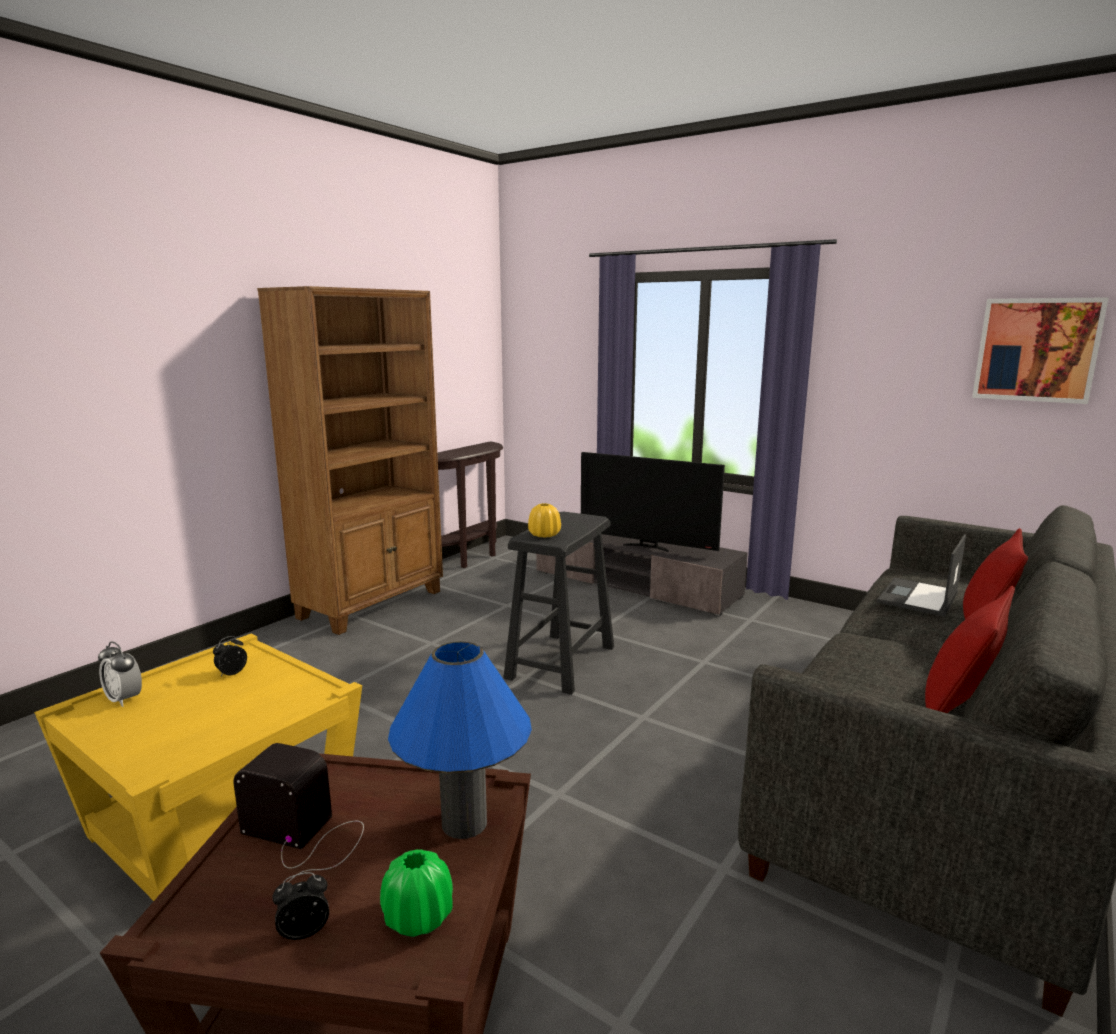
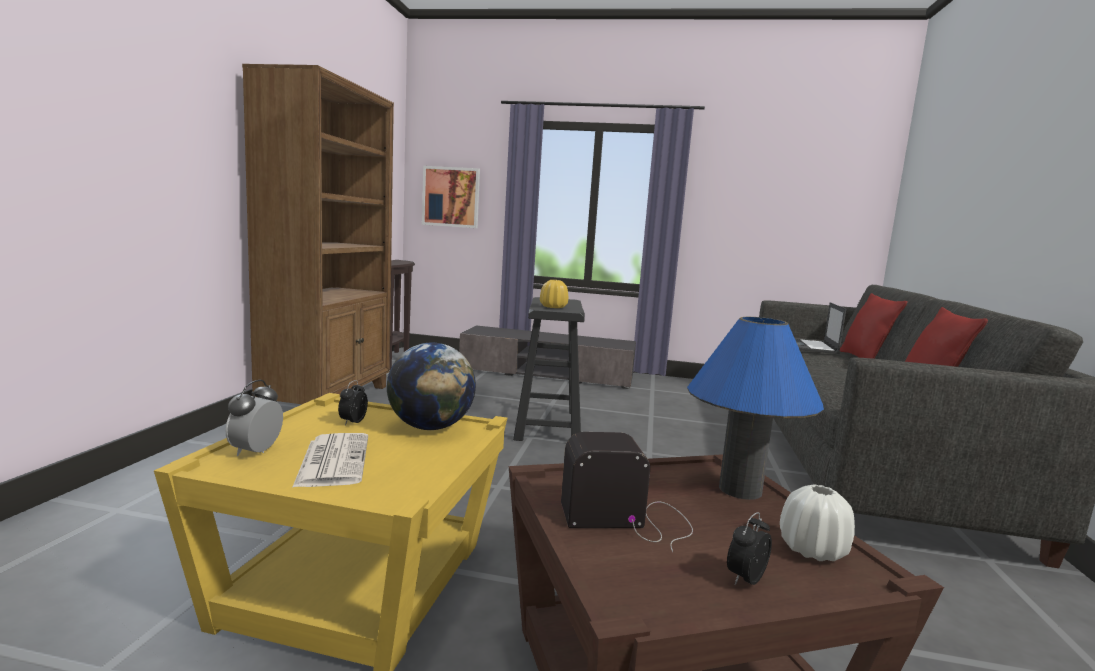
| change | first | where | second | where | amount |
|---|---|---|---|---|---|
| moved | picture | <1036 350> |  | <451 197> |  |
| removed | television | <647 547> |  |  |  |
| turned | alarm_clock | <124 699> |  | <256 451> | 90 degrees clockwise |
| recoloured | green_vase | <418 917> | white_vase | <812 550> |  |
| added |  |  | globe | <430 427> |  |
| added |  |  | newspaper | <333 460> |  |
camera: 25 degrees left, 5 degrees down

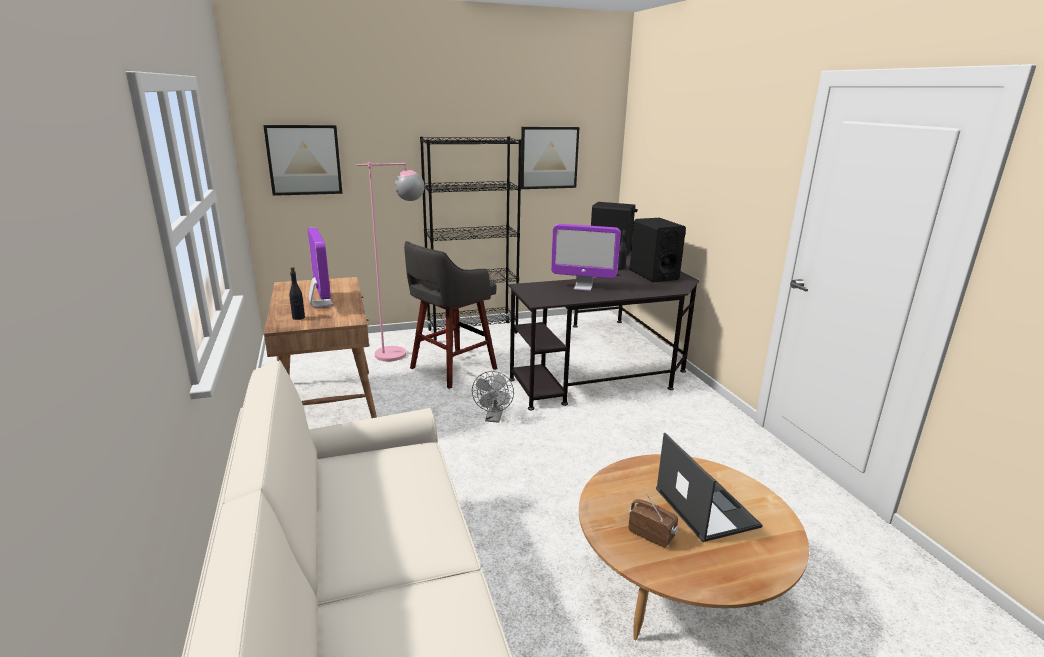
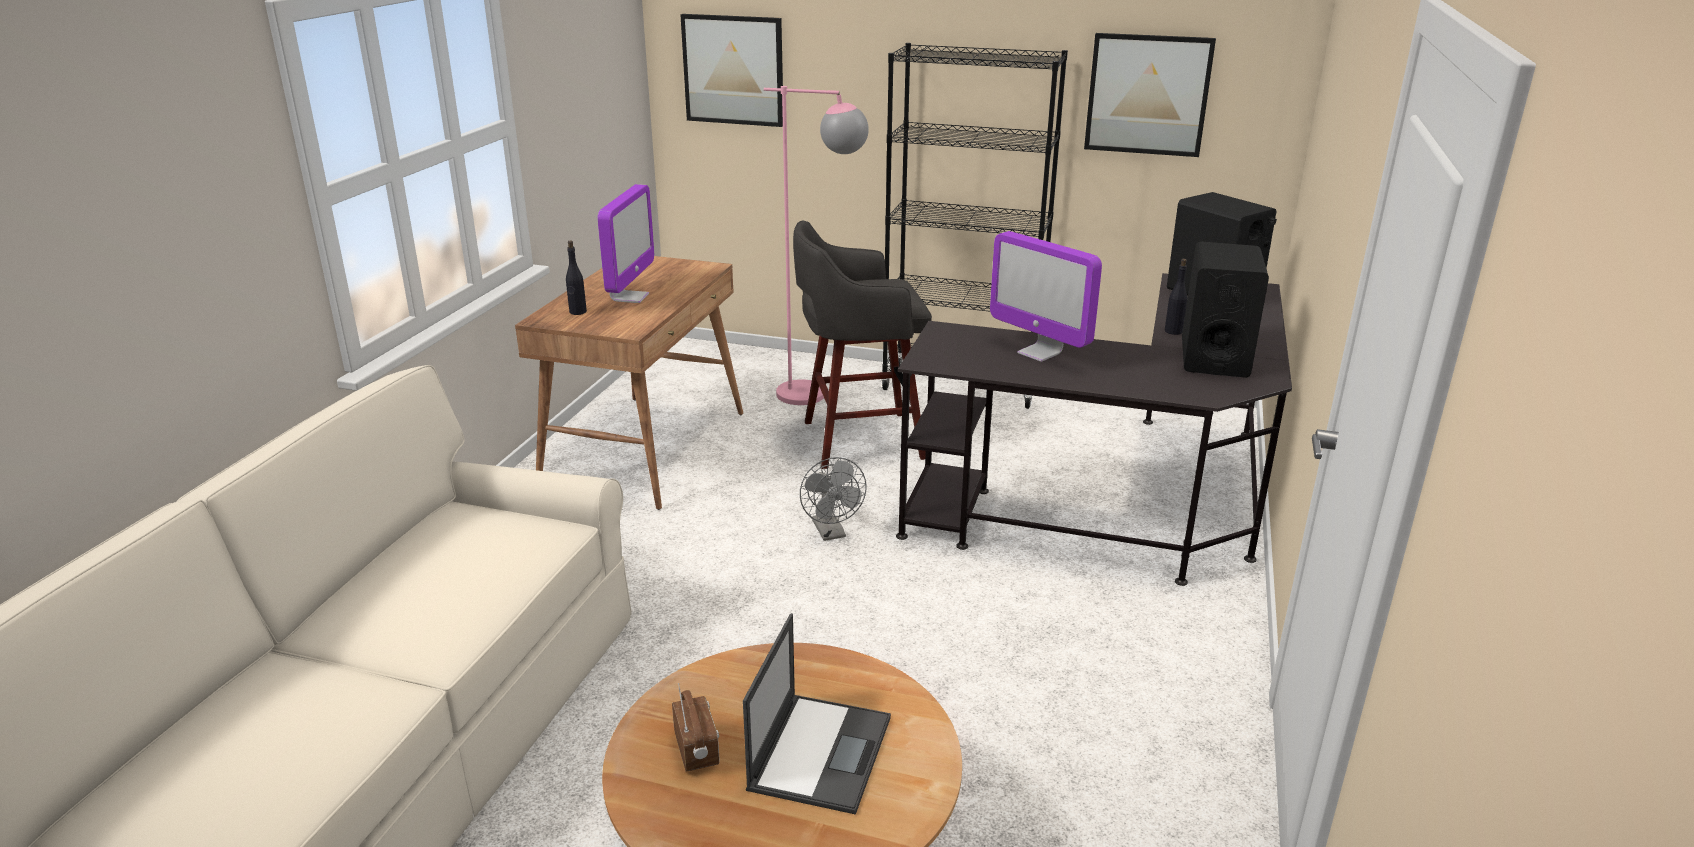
| change | first | where | second | where | amount |
|---|---|---|---|---|---|
| turned | grey_fan | <494 418> |  | <831 533> | 60 degrees counterclockwise |
camera: 35 degrees right, 5 degrees up

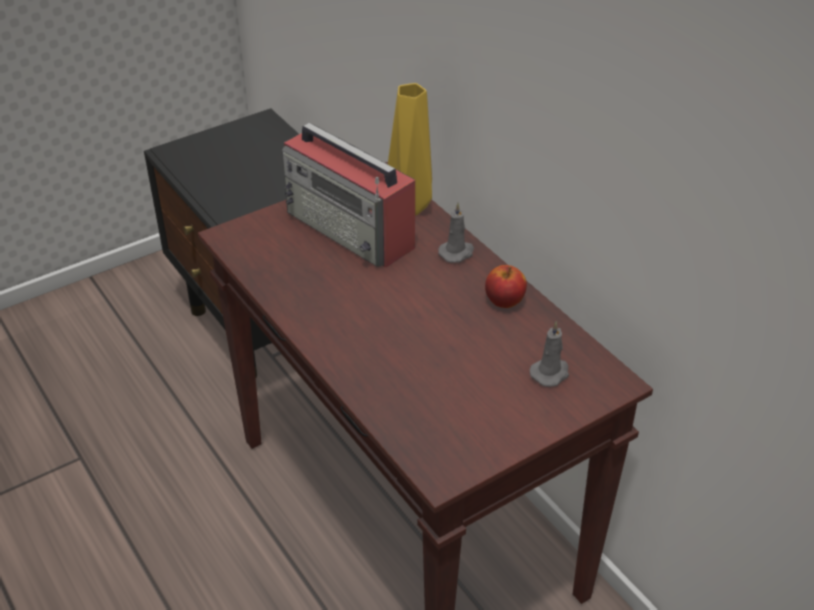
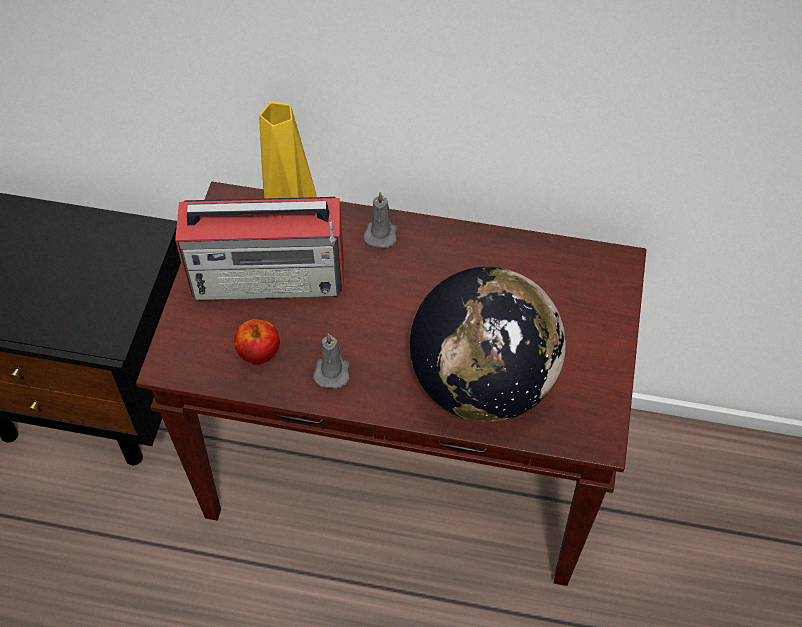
| change | first | where | second | where | amount |
|---|---|---|---|---|---|
| moved | apple | <504 301> |  | <259 353> |  |
| moved | grey_candle | <550 373> |  | <332 370> |  |
| added |  |  | globe | <483 383> |  |
camera: 45 degrees left, 15 degrees up

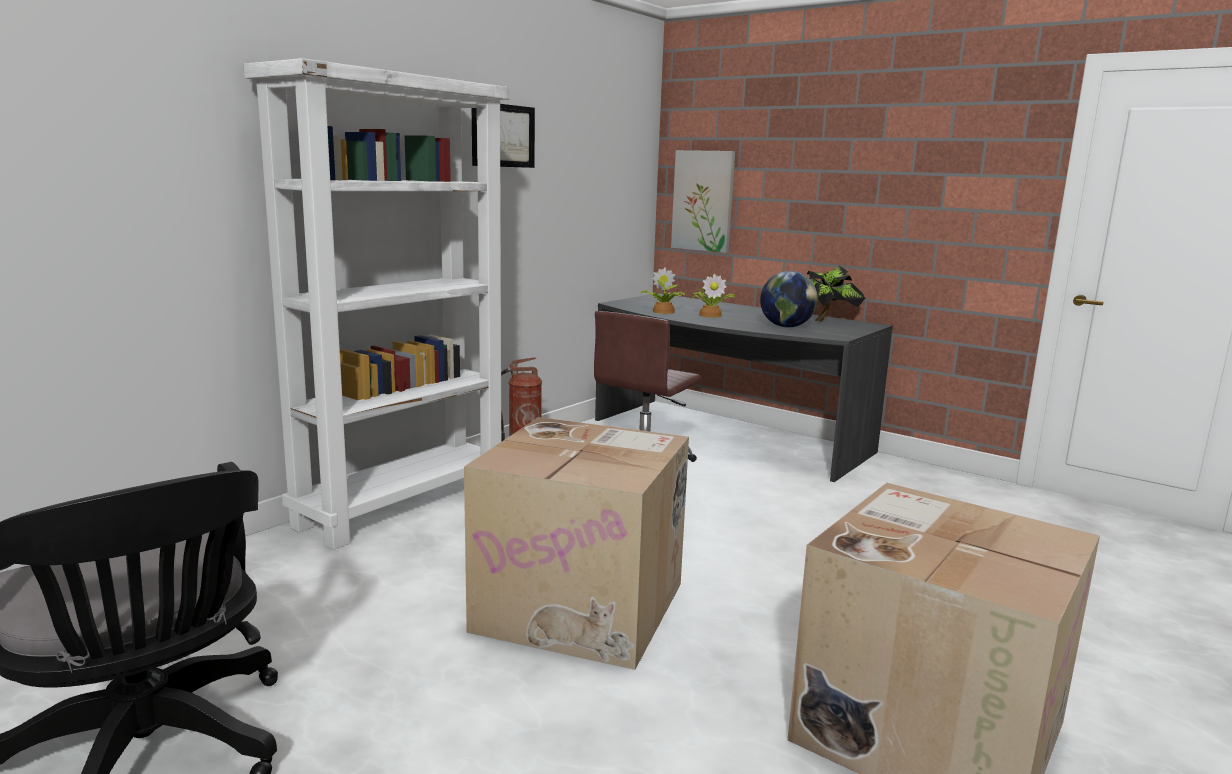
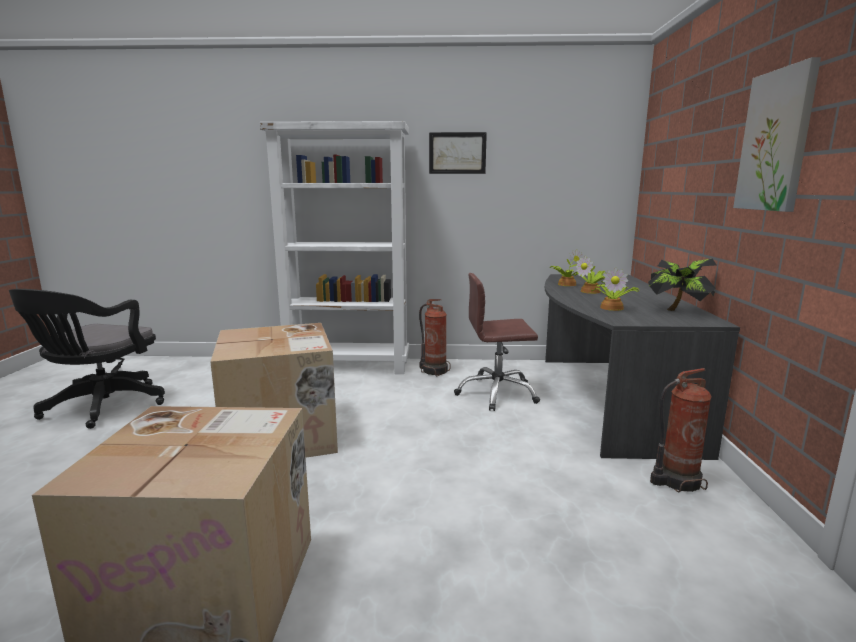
| change | first | where | second | where | amount |
|---|---|---|---|---|---|
| moved | picture | <703 201> |  | <776 141> |  |
| replaced | globe | <786 326> | potted_plant | <612 307> |  |
| added |  |  | fire_extinguisher | <676 481> |  |
camera: 55 degrees right, 0 degrees up

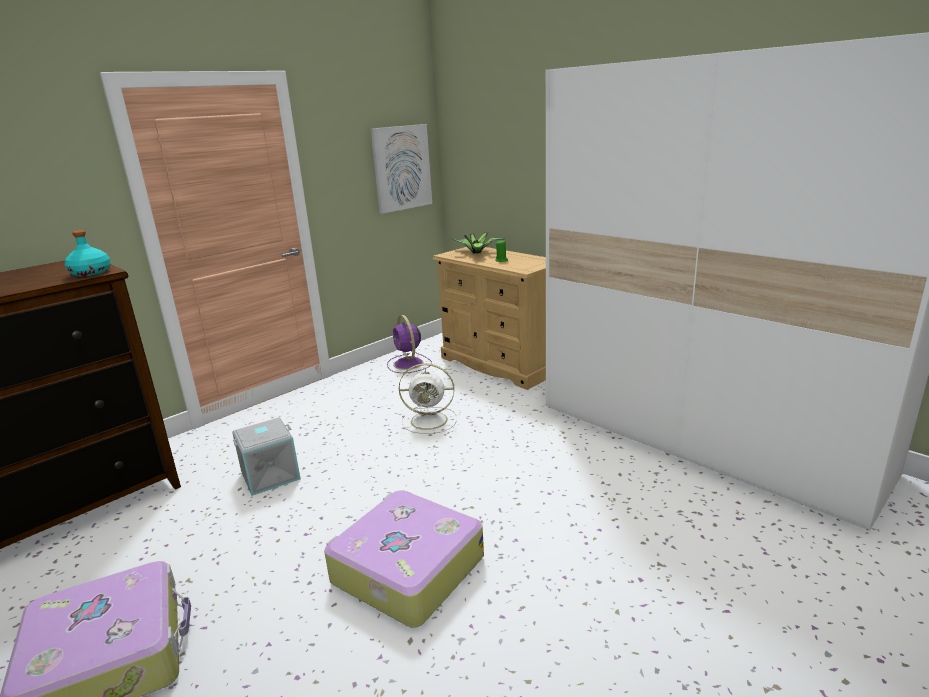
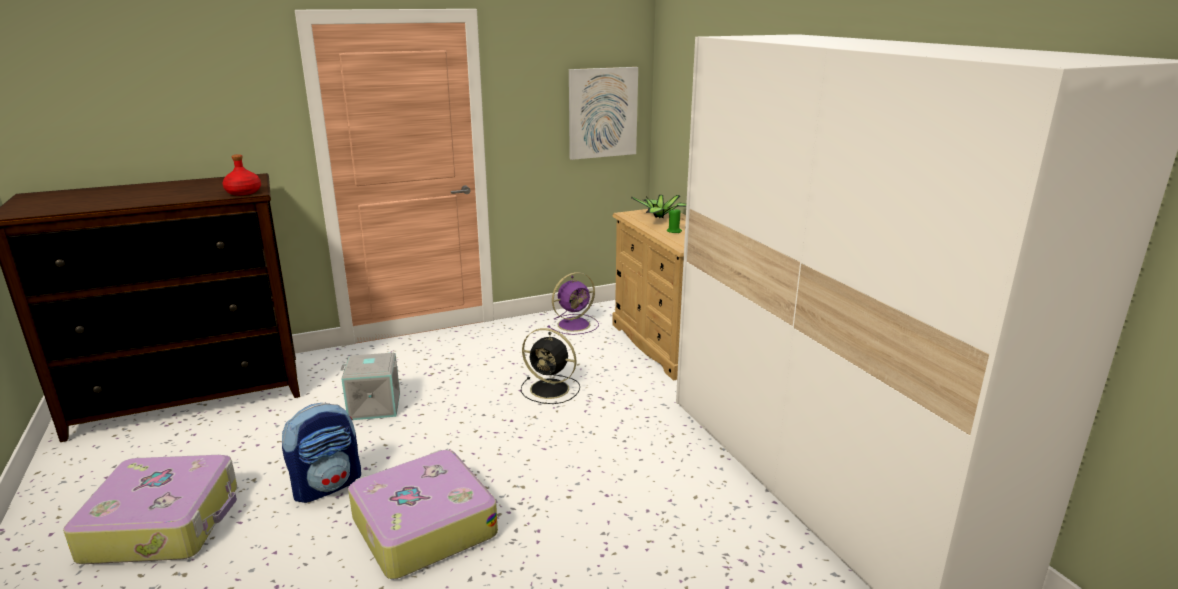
| change | first | where | second | where | amount |
|---|---|---|---|---|---|
| recoloured | turquoise_bottle | <91 273> | red_bottle | <243 192> |  |
| turned | purple_fan | <409 364> |  | <575 324> | 120 degrees counterclockwise |
| recoloured | white_fan | <431 420> | black_fan | <551 389> |  |
| added |  |  | backpack | <327 485> |  |
camera: 20 degrees right, 0 degrees up

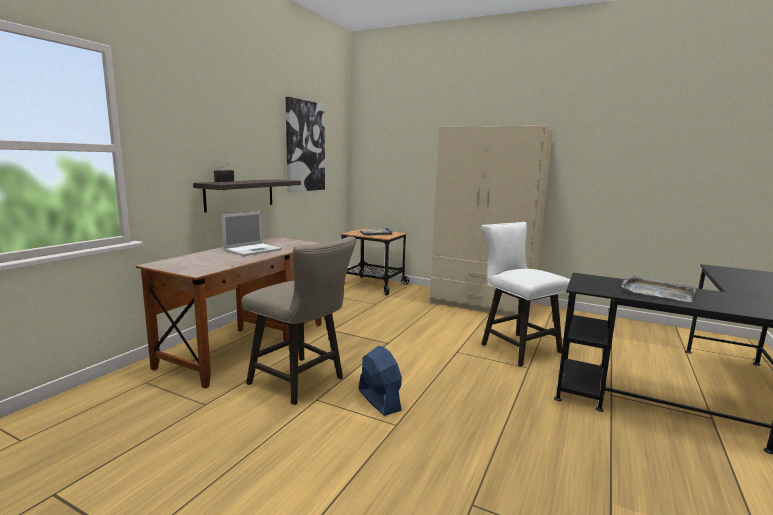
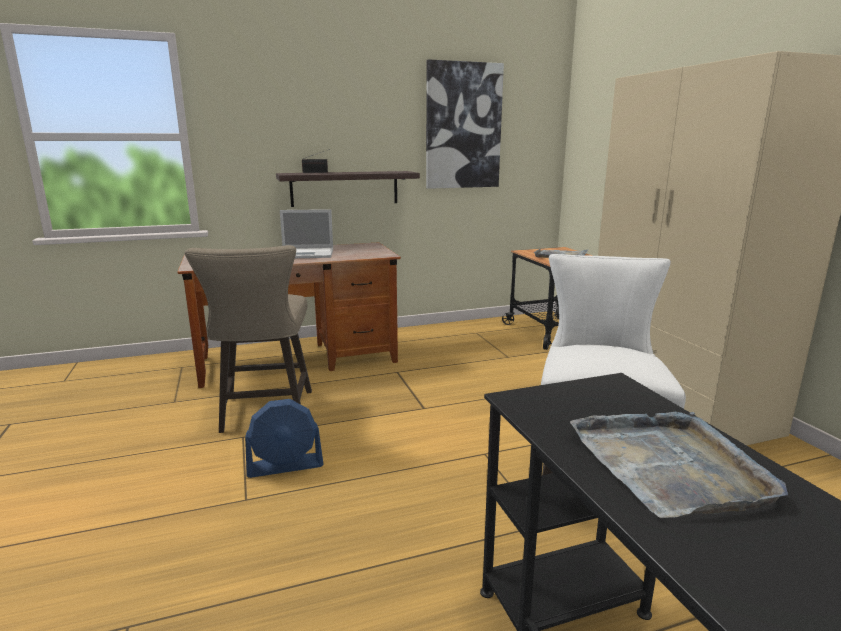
| change | first | where | second | where | amount |
|---|---|---|---|---|---|
| turned | blue_fan | <379 400> |  | <285 465> | 60 degrees clockwise |
camera: 45 degrees right, 5 degrees up

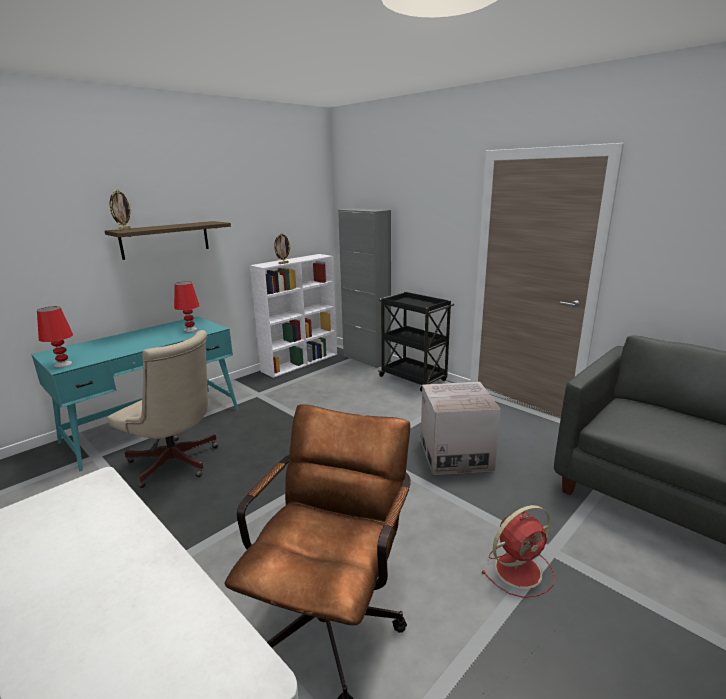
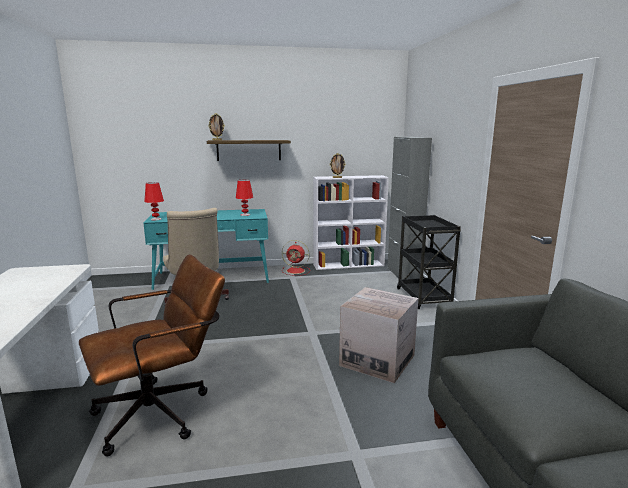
| change | first | where | second | where | amount |
|---|---|---|---|---|---|
| moved | red_fan | <519 569> |  | <296 271> |  |
camera: 35 degrees right, 5 degrees down

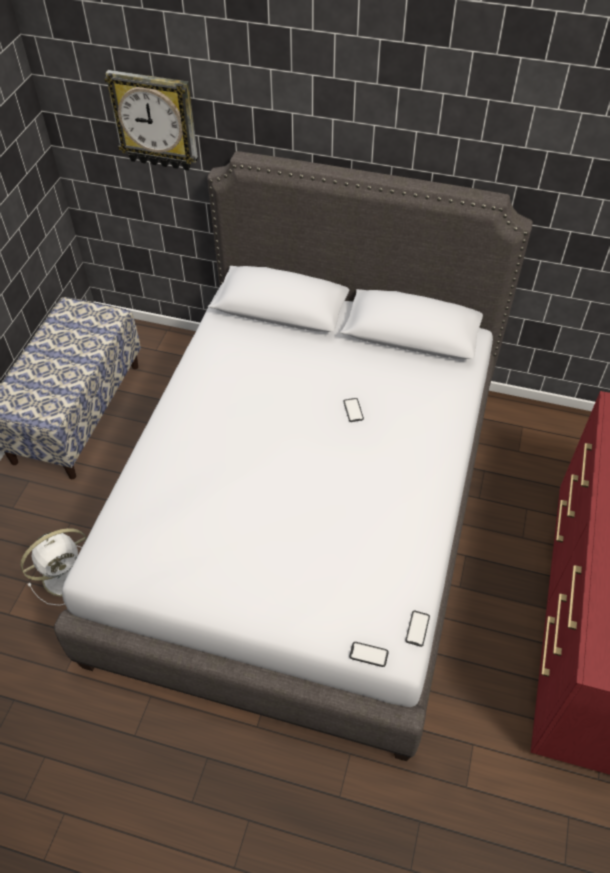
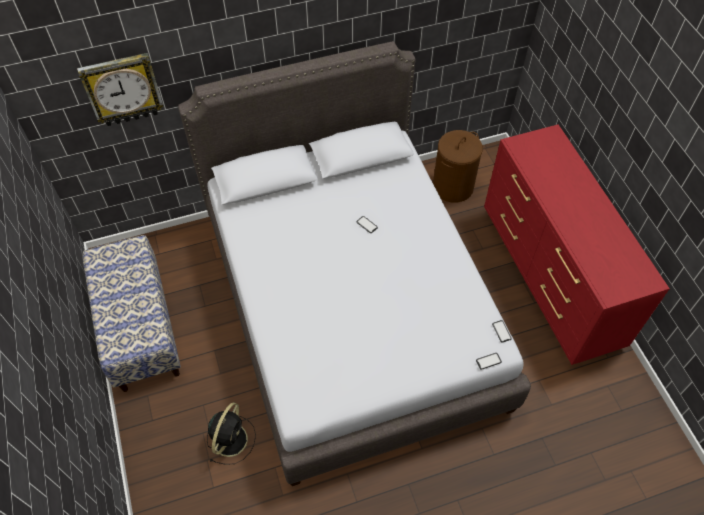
| change | first | where | second | where | amount |
|---|---|---|---|---|---|
| recoloured | white_fan | <67 575> | black_fan | <231 438> |  |
| added |  |  | brown_laundry_basket | <452 187> |  |
camera: 35 degrees left, 5 degrees up

